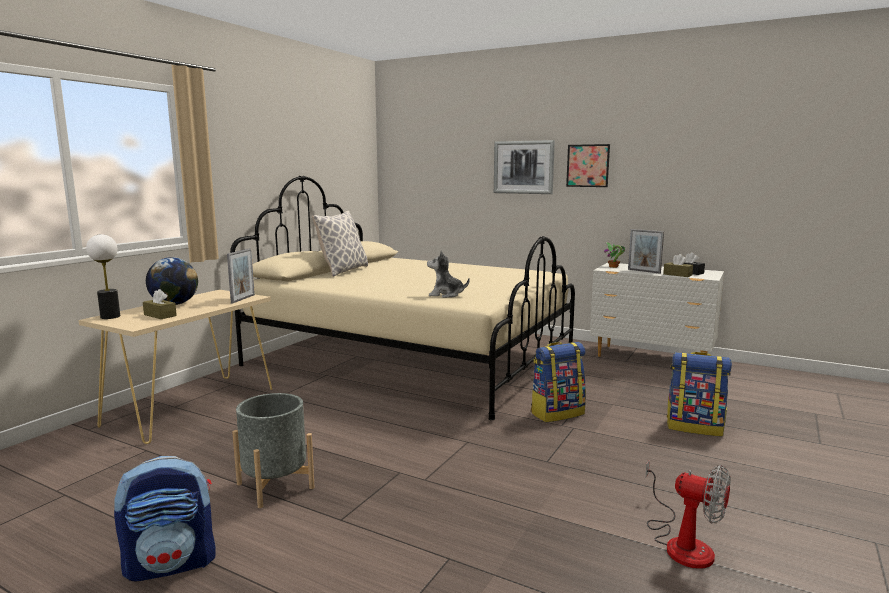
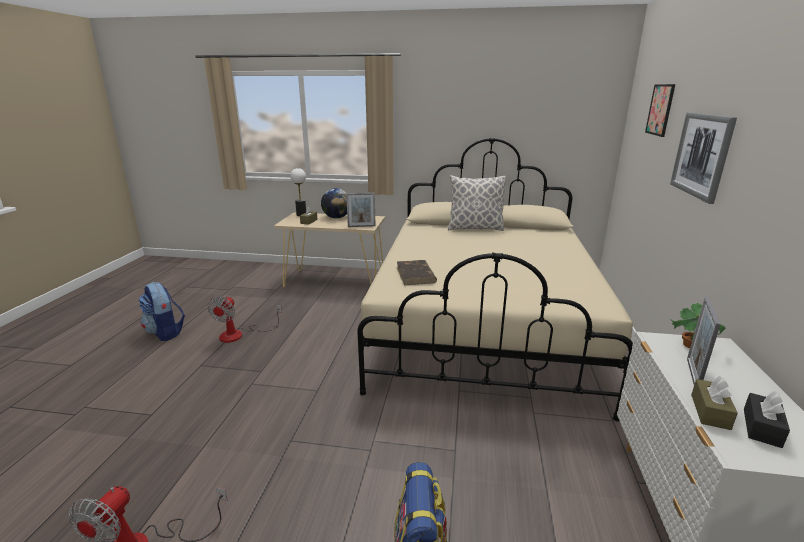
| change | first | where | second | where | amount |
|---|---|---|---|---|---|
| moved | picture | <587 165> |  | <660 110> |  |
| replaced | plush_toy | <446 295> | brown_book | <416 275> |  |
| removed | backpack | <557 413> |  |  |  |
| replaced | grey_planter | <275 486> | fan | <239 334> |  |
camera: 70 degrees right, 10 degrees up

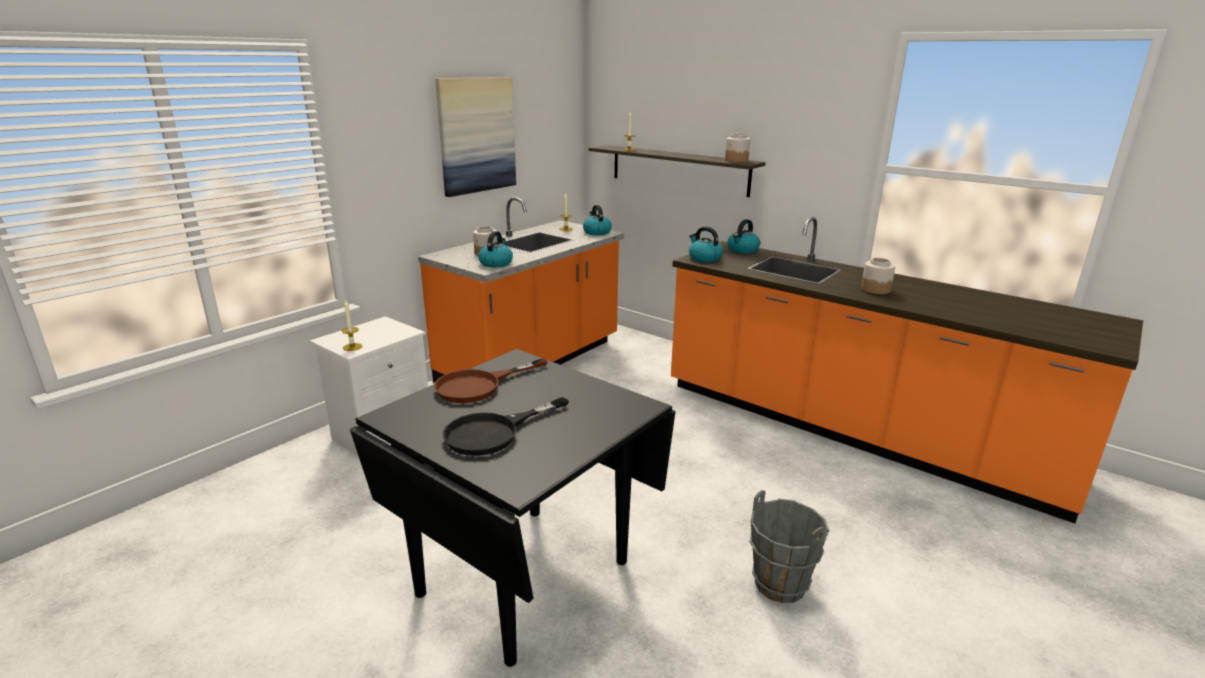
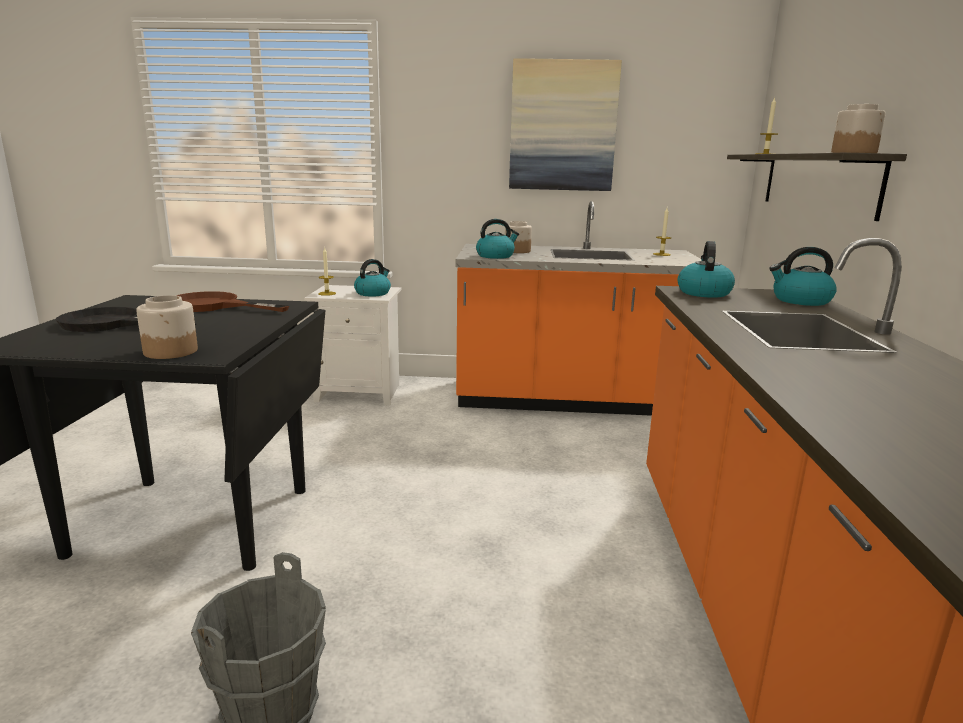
| change | first | where | second | where | amount |
|---|---|---|---|---|---|
| moved | kettle | <596 232> |  | <373 293> |  |
| moved | jar | <875 289> |  | <171 351> |  |
camera: 55 degrees right, 5 degrees down

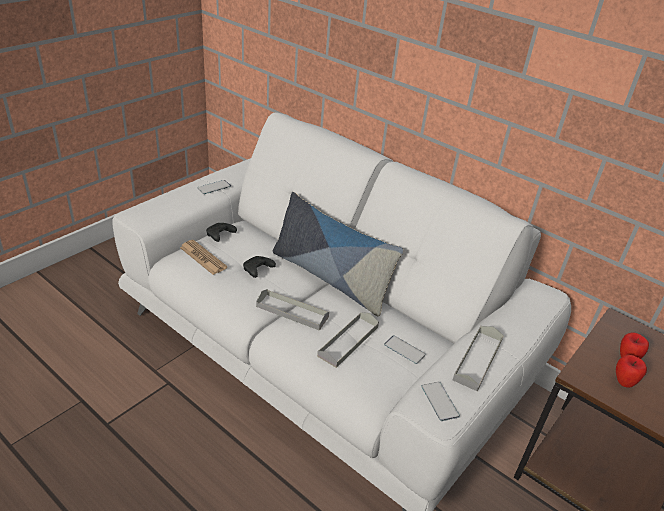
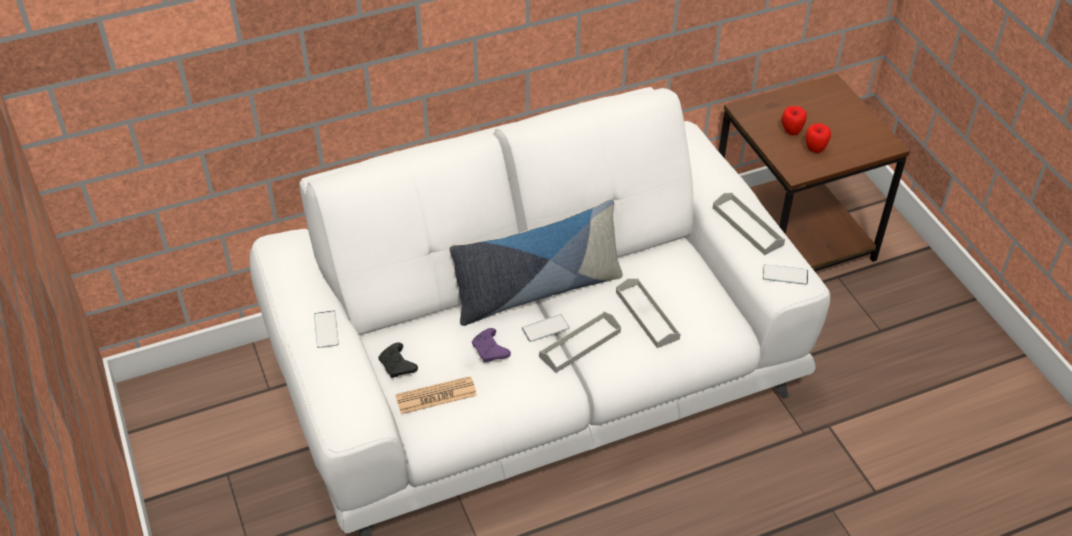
| change | first | where | second | where | amount |
|---|---|---|---|---|---|
| recoloured | black_game_controller | <257 270> | purple_game_controller | <490 351> |  |
| moved | phone | <404 350> |  | <545 328> |  |
camera: 60 degrees left, 10 degrees up

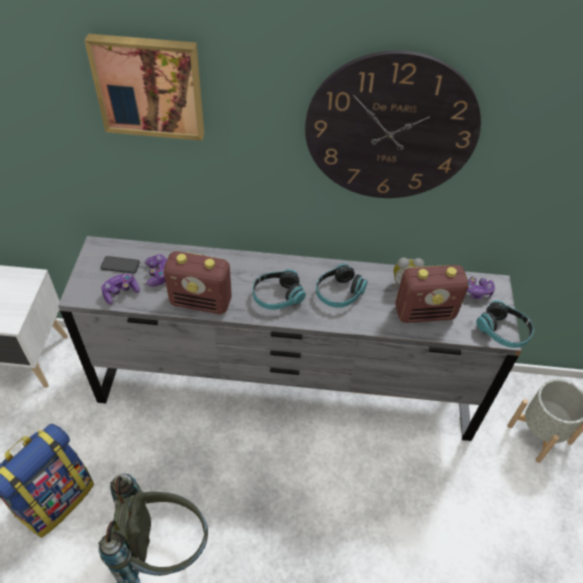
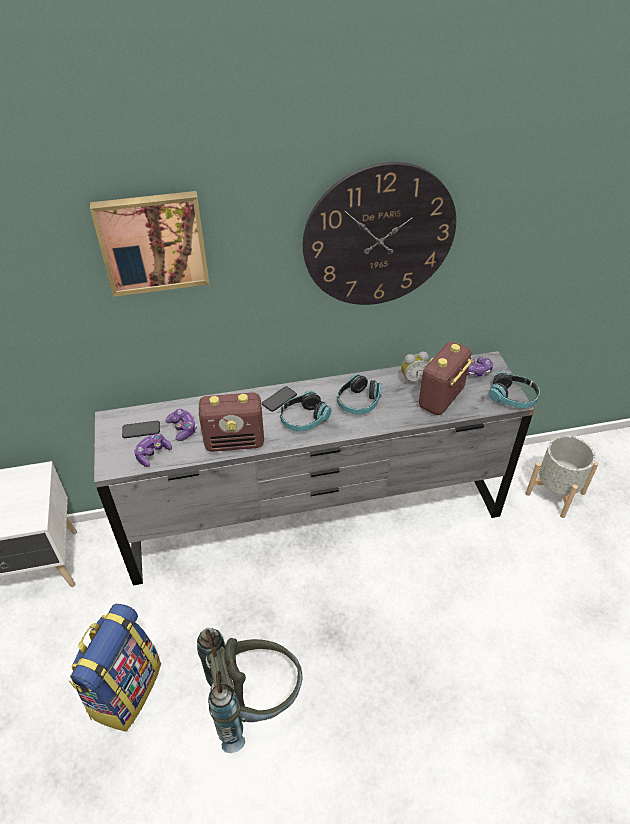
| change | first | where | second | where | amount |
|---|---|---|---|---|---|
| turned | radio | <425 312> |  | <441 399> | 150 degrees clockwise |
| added |  |  | phone | <279 399> |  |
camera: 15 degrees left, 5 degrees down

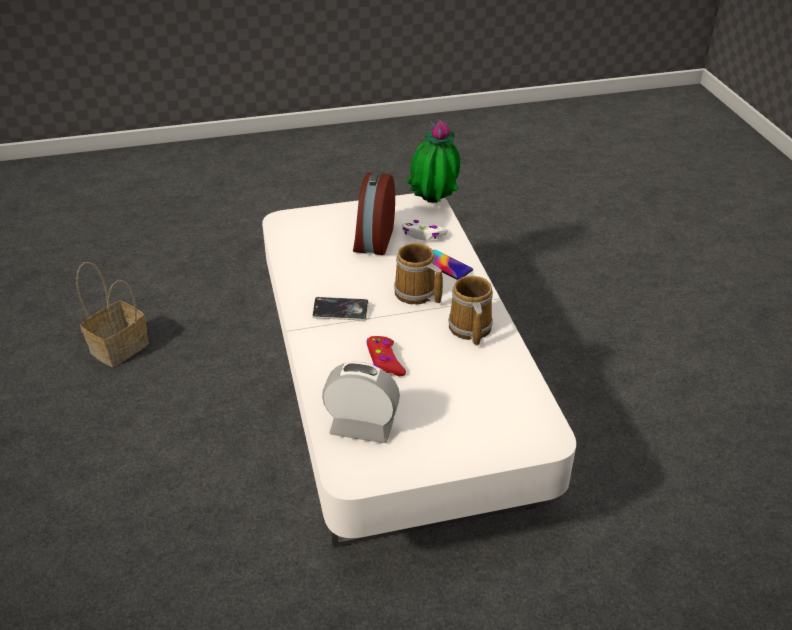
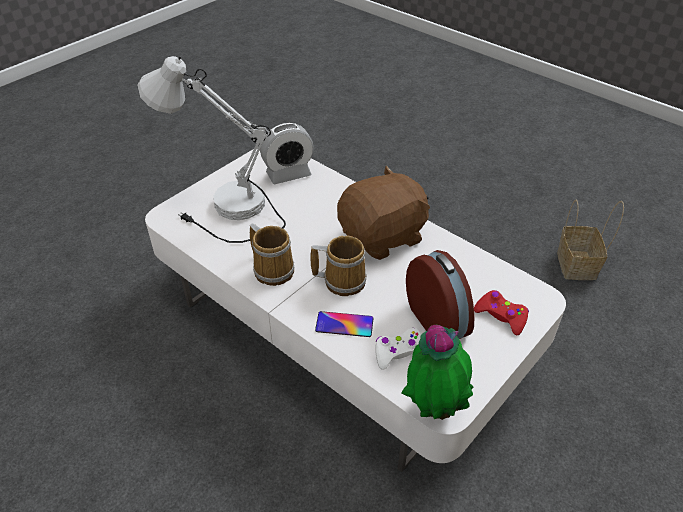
| change | first | where | second | where | amount |
|---|---|---|---|---|---|
| replaced | phone | <340 312> | brown_plush_toy | <383 236> |  |
| moved | red_game_controller | <385 361> |  | <501 316> |  |
| added |  |  | white_table_lamp | <225 212> |  |
camera: 145 degrees right, 5 degrees up

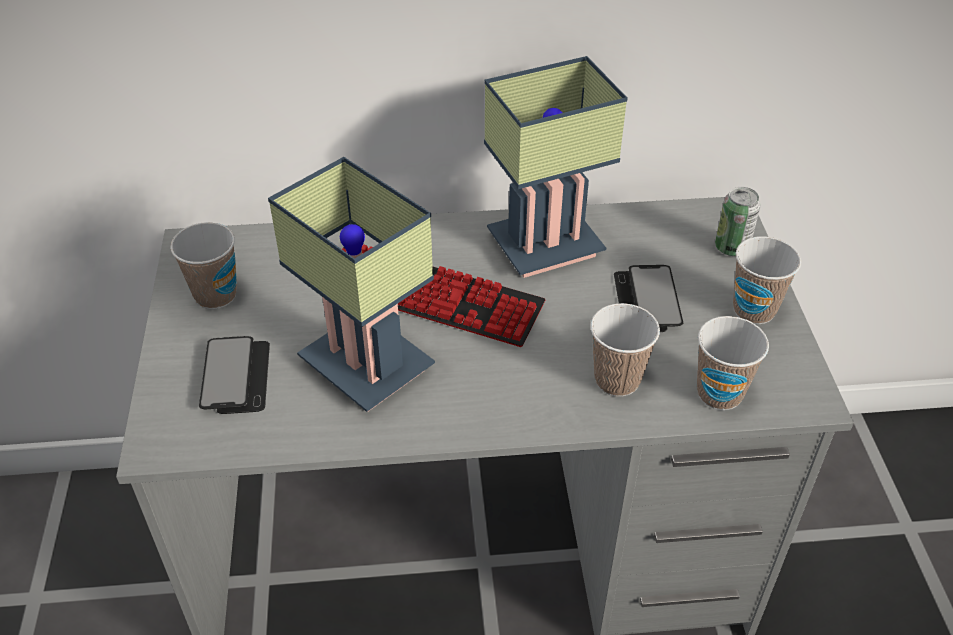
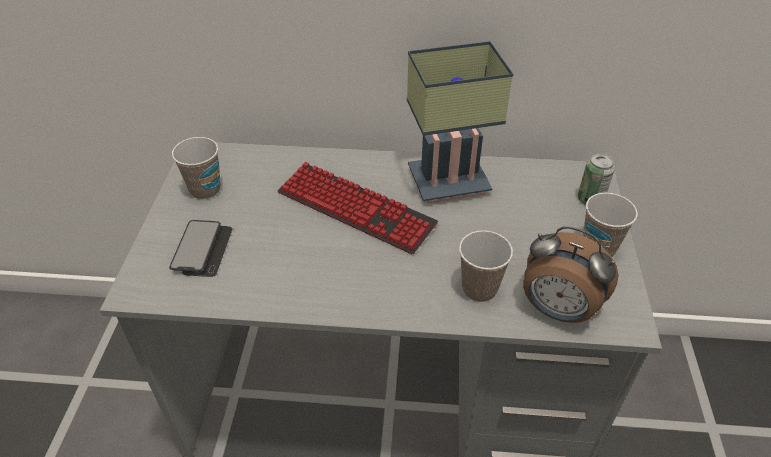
| change | first | where | second | where | amount |
|---|---|---|---|---|---|
| removed | table_lamp | <374 367> |  |  |  |
| removed | phone | <647 301> |  |  |  |
| replaced | cup | <719 393> | alarm_clock | <557 310> |  |
camera: 10 degrees right, 0 degrees up

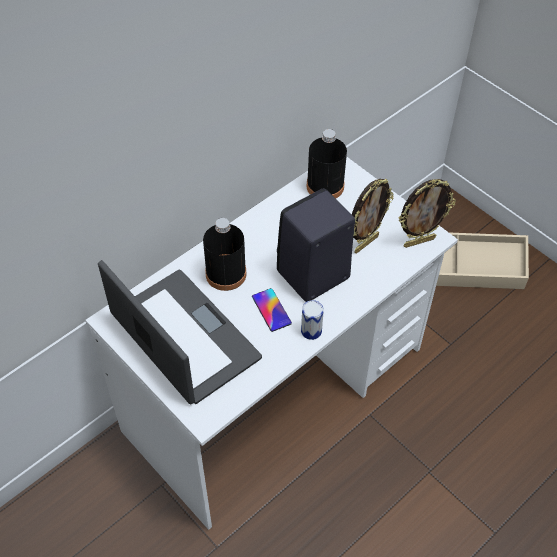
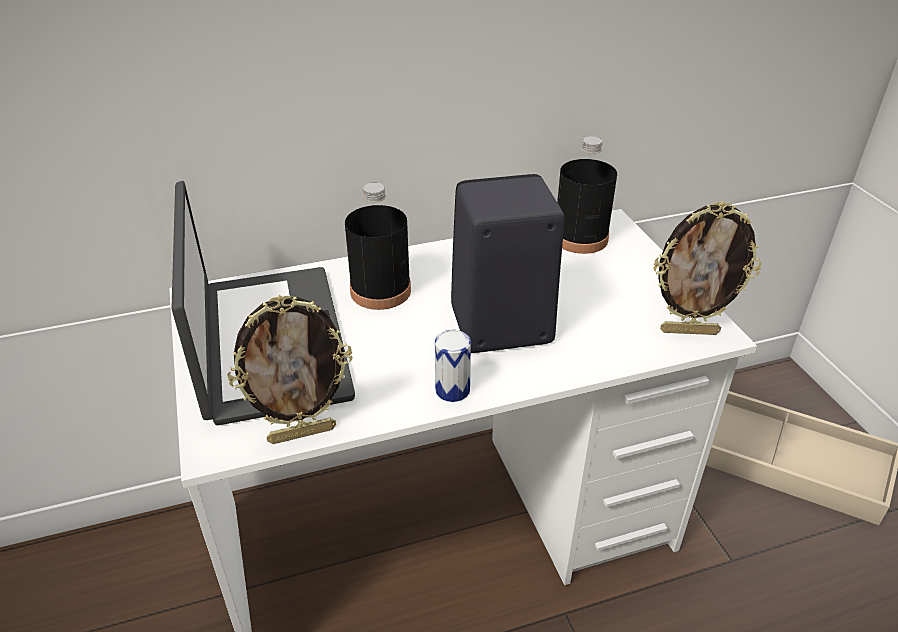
| change | first | where | second | where | amount |
|---|---|---|---|---|---|
| moved | picture_frame | <365 243> |  | <302 433> |  |
| removed | phone | <271 310> |  |  |  |
camera: 25 degrees right, 15 degrees down

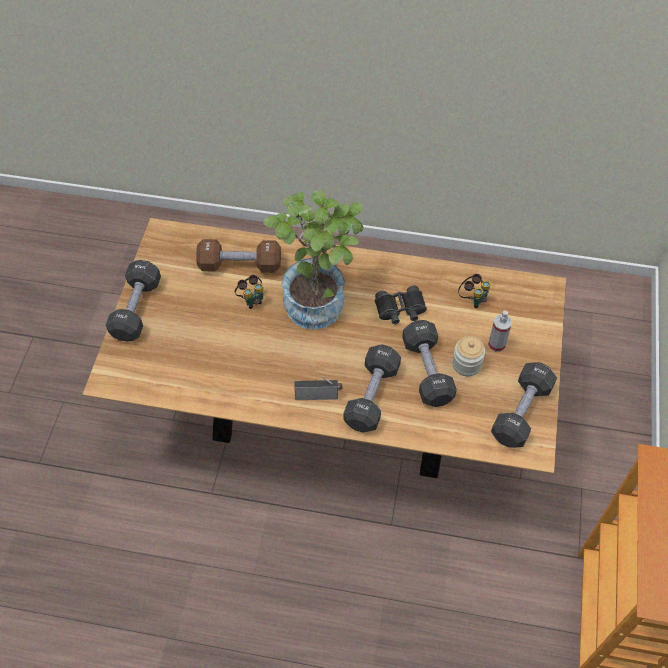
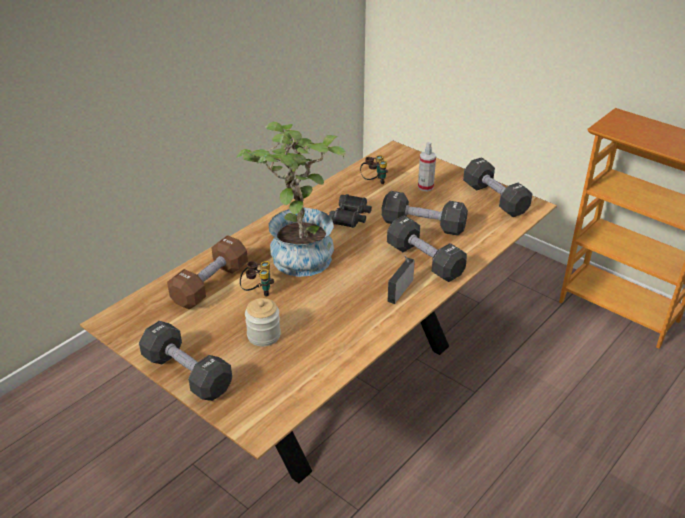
| change | first | where | second | where | amount |
|---|---|---|---|---|---|
| moved | jar | <466 364> |  | <264 335> |  |
camera: 60 degrees left, 20 degrees down

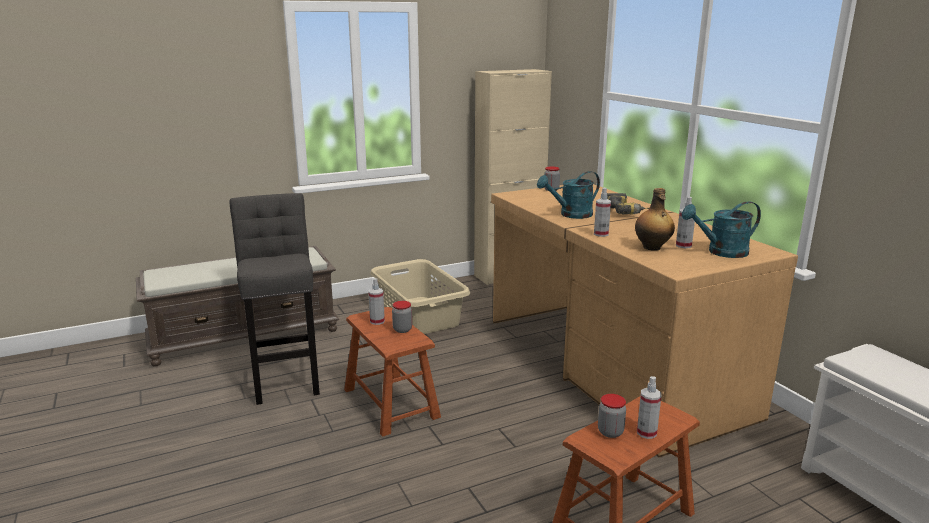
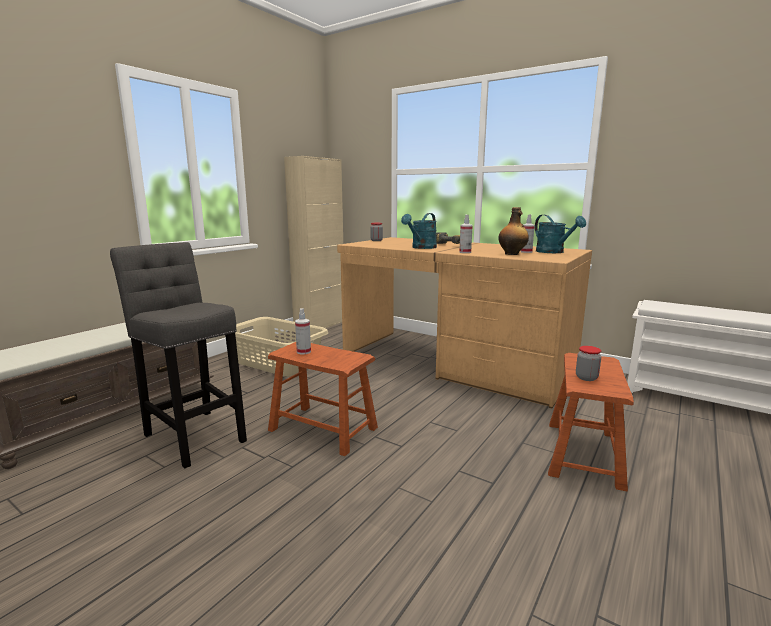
| change | first | where | second | where | amount |
|---|---|---|---|---|---|
| turned | turquoise_watering_can | <721 252> |  | <554 252> | 75 degrees counterclockwise |
| removed | jar | <402 329> |  |  |  |
| removed | spray_bottle | <646 433> |  |  |  |
camera: 30 degrees left, 5 degrees down

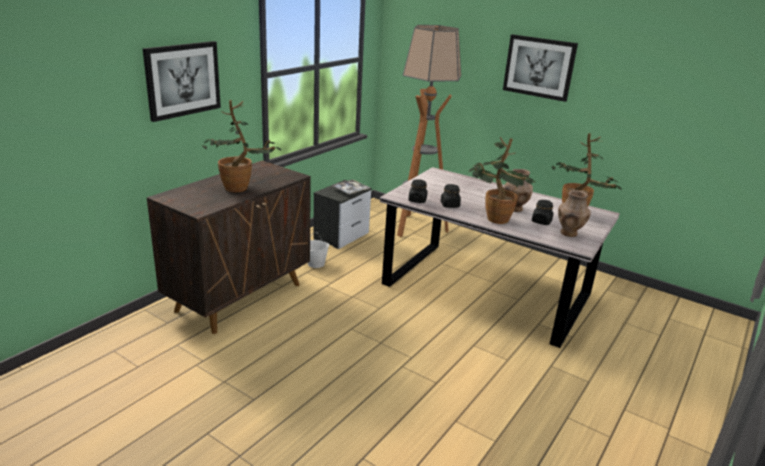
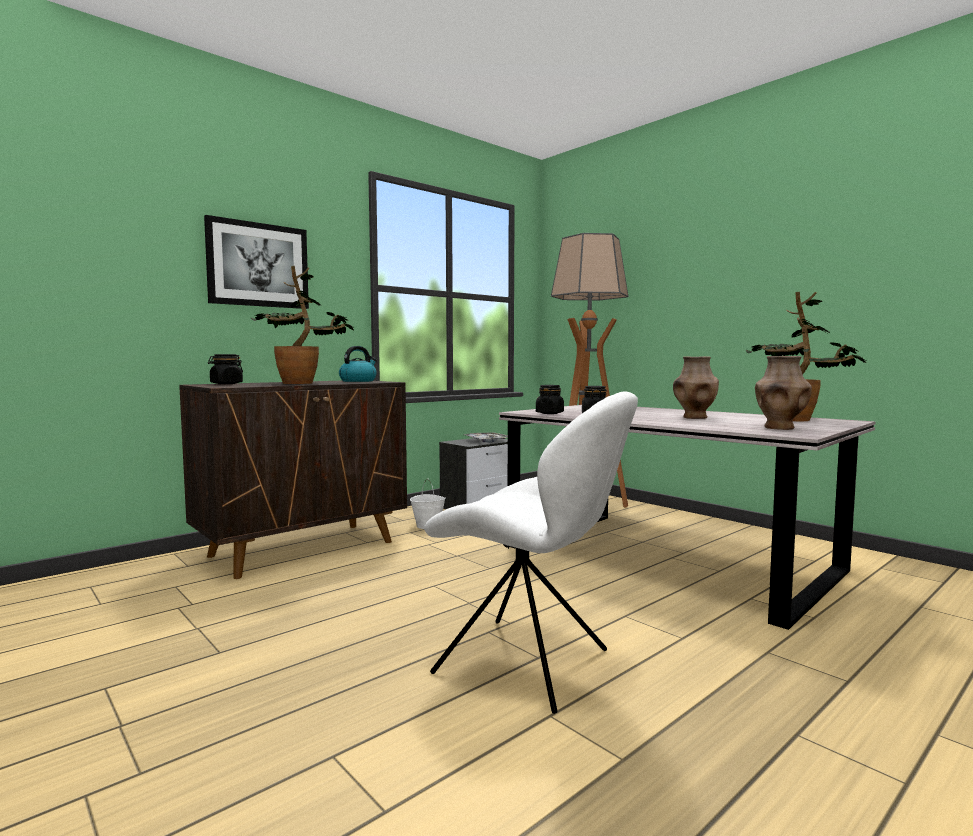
| change | first | where | second | where | amount |
|---|---|---|---|---|---|
| removed | picture | <539 67> |  |  |  |
| removed | potted_plant | <494 217> |  |  |  |
| moved | black_jar | <541 221> |  | <226 384> |  |
| added |  |  | kettle | <358 381> |  |
| added |  |  | white_chair | <528 664> |  |
camera: 15 degrees right, 20 degrees down

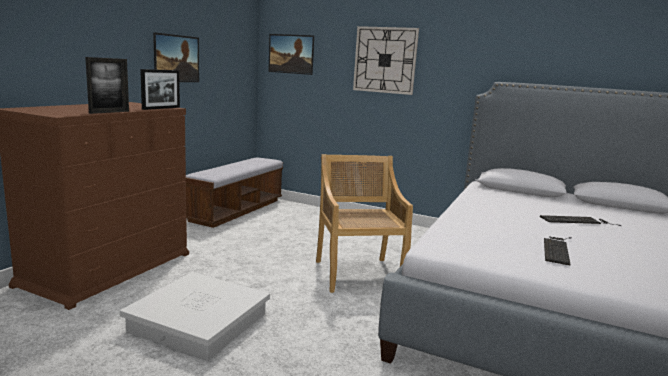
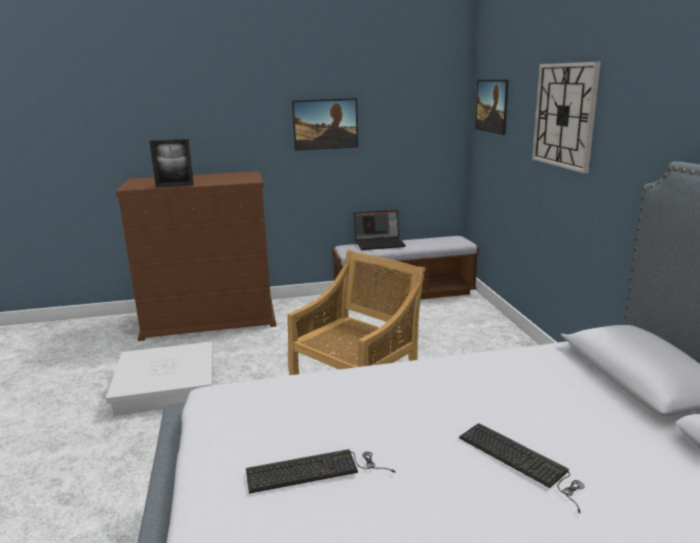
| change | first | where | second | where | amount |
|---|---|---|---|---|---|
| removed | picture_frame | <161 108> |  |  |  |
| added |  |  | laptop | <380 243> |  |
camera: 55 degrees right, 5 degrees up

